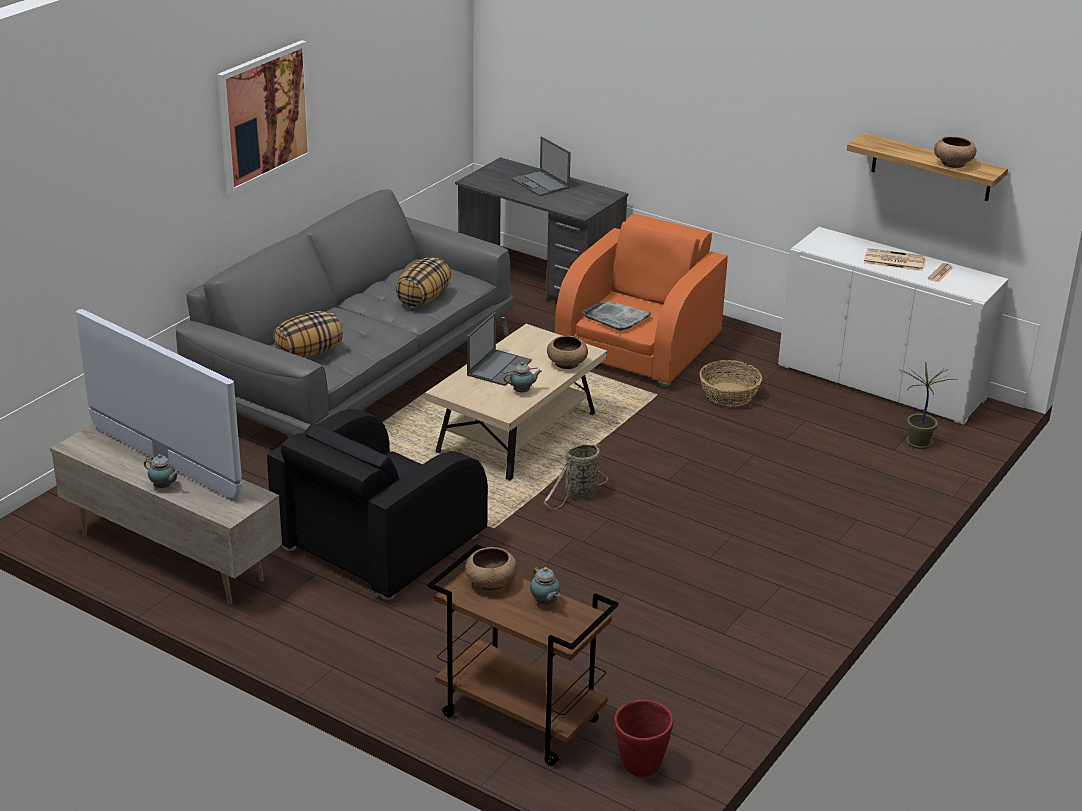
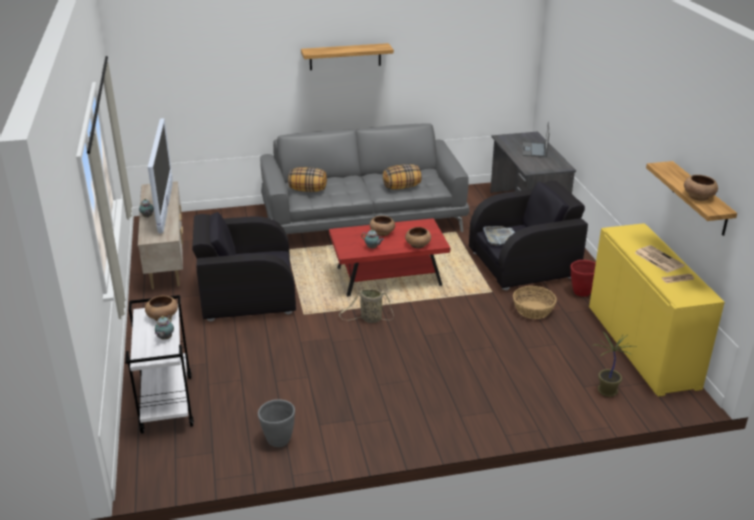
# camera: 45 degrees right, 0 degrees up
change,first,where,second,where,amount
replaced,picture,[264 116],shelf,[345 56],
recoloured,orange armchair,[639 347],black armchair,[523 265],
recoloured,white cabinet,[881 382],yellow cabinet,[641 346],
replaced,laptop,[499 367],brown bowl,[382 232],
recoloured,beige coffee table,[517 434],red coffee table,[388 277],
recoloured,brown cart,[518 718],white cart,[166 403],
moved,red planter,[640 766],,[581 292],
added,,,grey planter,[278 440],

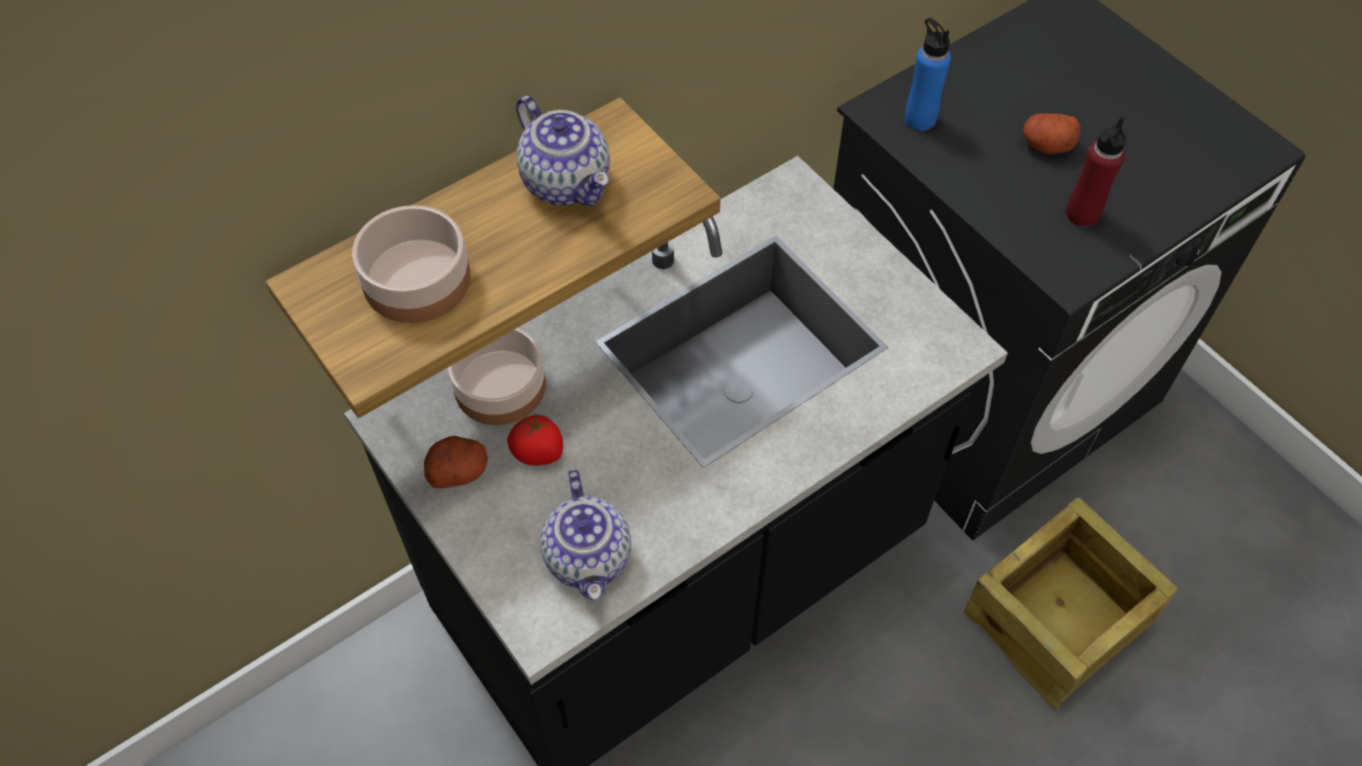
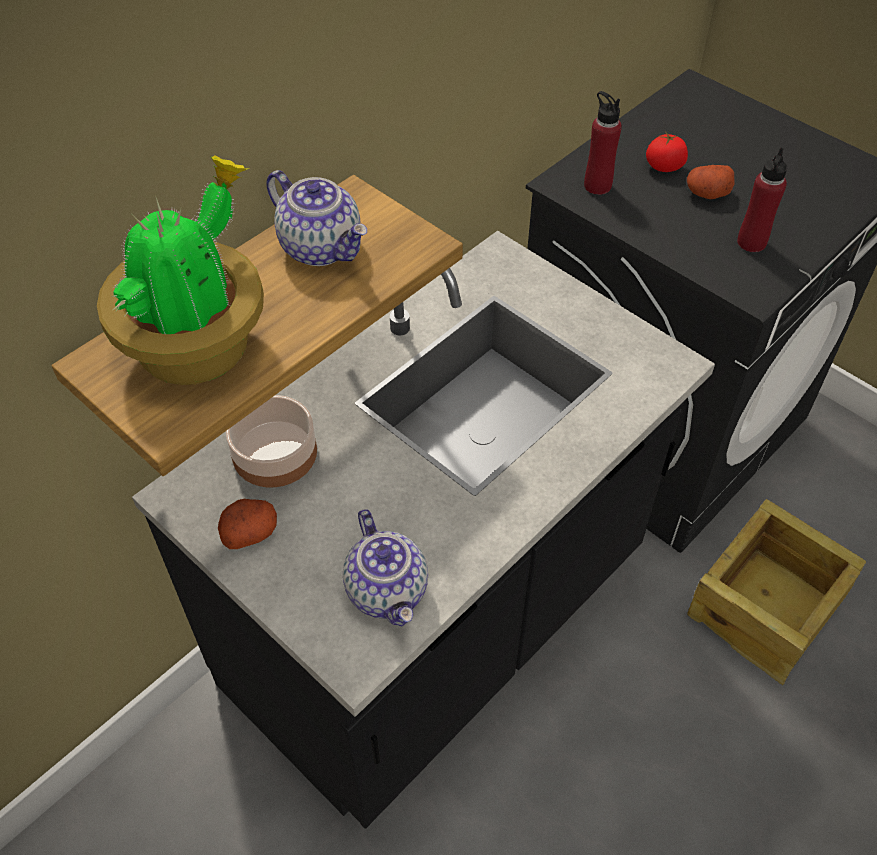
# camera: 10 degrees left, 5 degrees down
change,first,where,second,where,amount
recoloured,blue bottle,[920 119],red bottle,[597 185],
replaced,bowl,[418 278],potted plant,[199 344],
moved,tomato,[539 452],,[664 166],

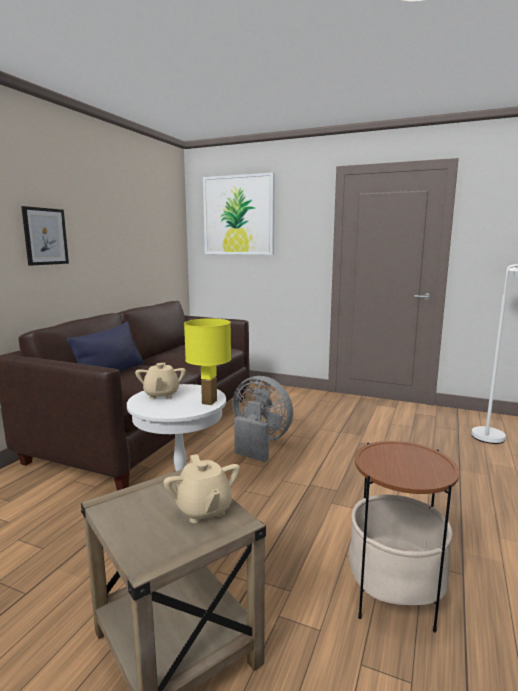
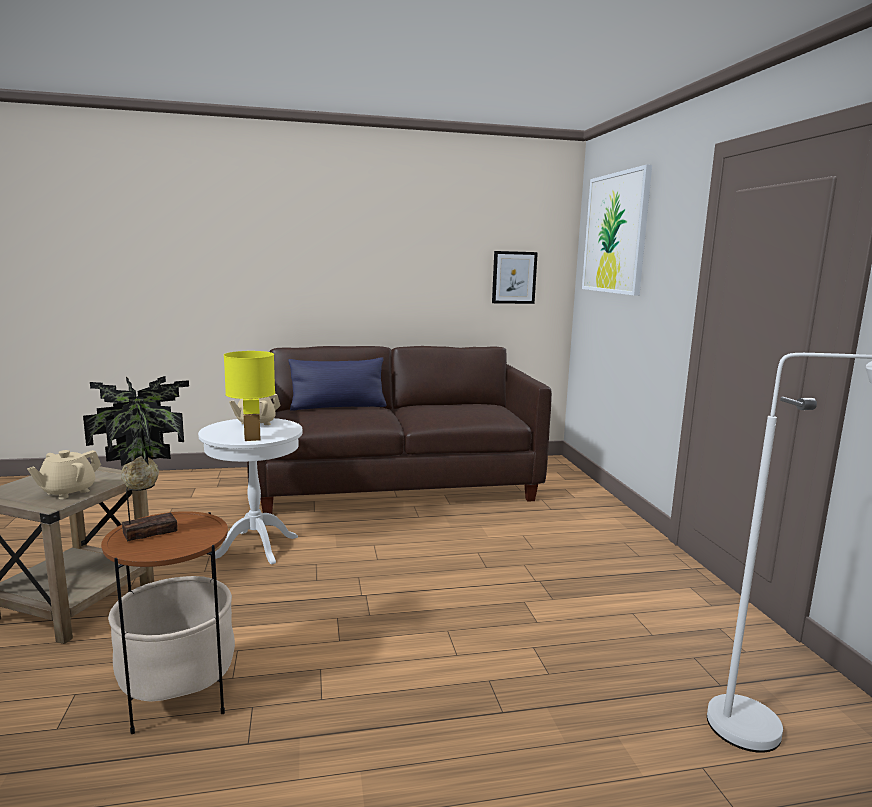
# camera: 55 degrees right, 0 degrees up
change,first,where,second,where,amount
moved,picture,[45 236],,[514 277],
removed,grey fan,[259 443],,,
added,,,potted plant,[148 531],

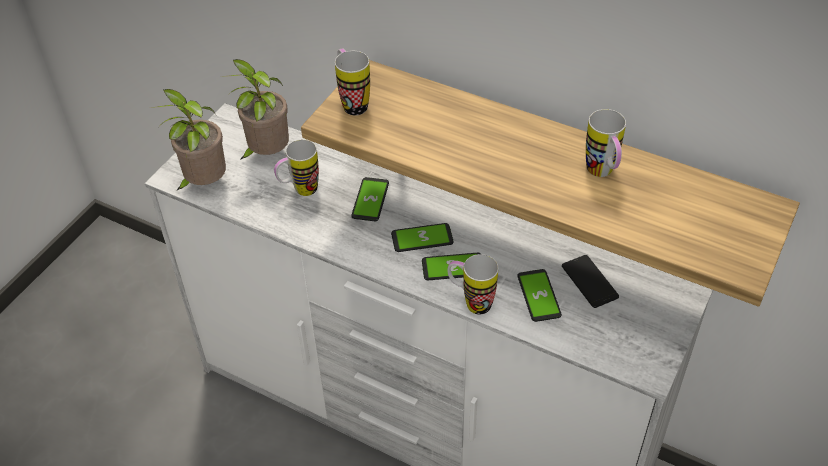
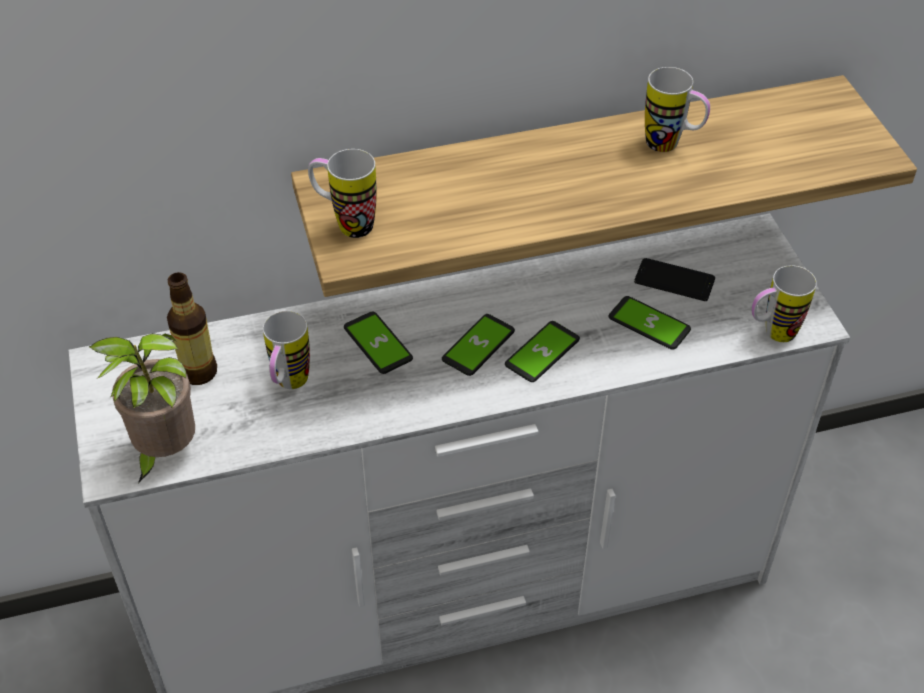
# camera: 45 degrees left, 0 degrees up
change,first,where,second,where,amount
replaced,potted plant,[267 154],bottle,[198 372],
moved,mug,[471 302],,[771 334],

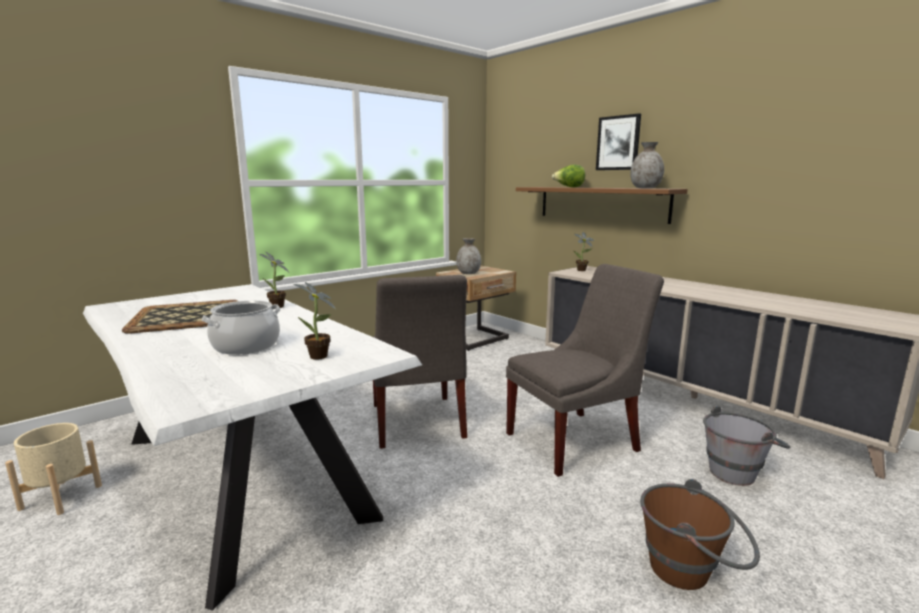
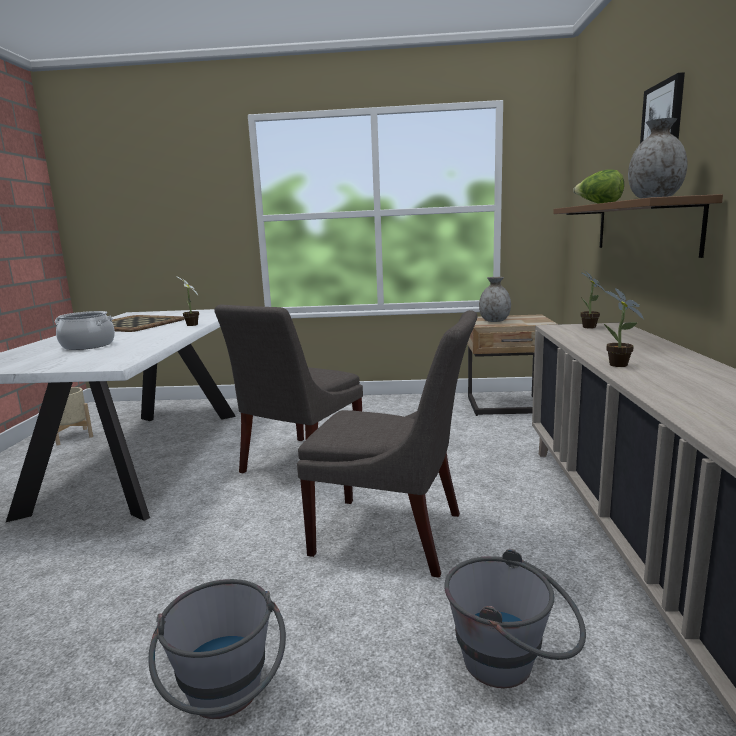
# camera: 45 degrees right, 0 degrees up
change,first,where,second,where,amount
moved,potted plant,[320 357],,[619 365],
recoloured,brown bucket,[692 572],grey bucket,[226 701],

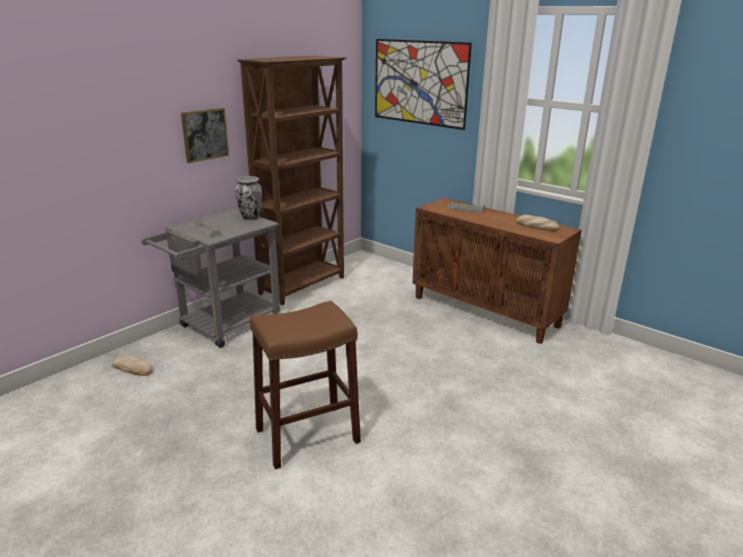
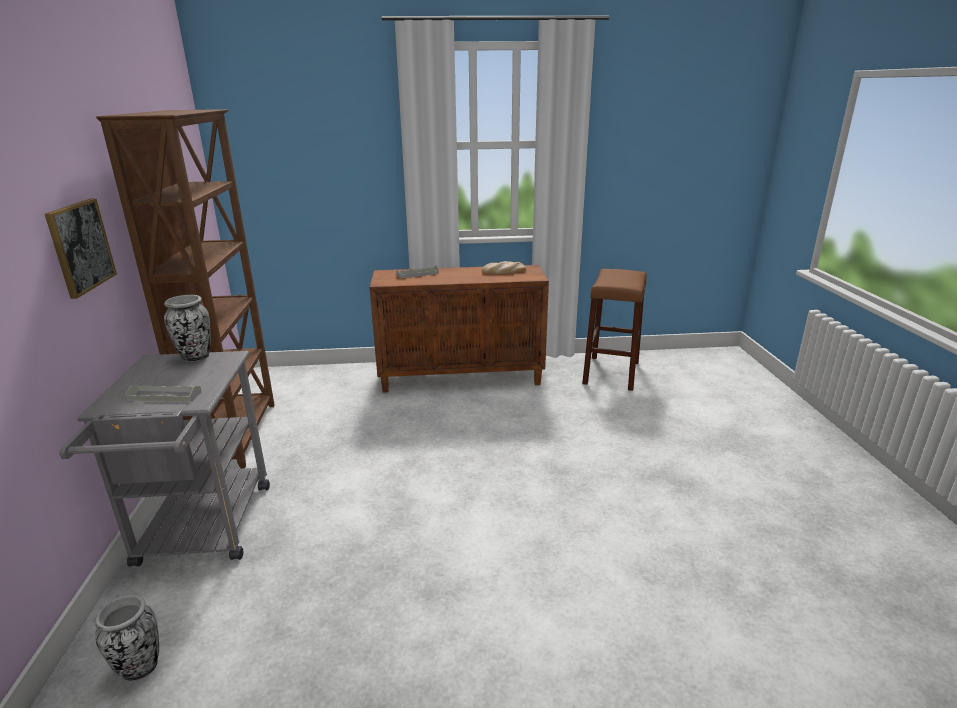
# camera: 45 degrees left, 0 degrees up
change,first,where,second,where,amount
removed,picture,[419 82],,,
moved,brown stool,[307 435],,[611 373],
replaced,bread,[133 368],vase,[140 668],

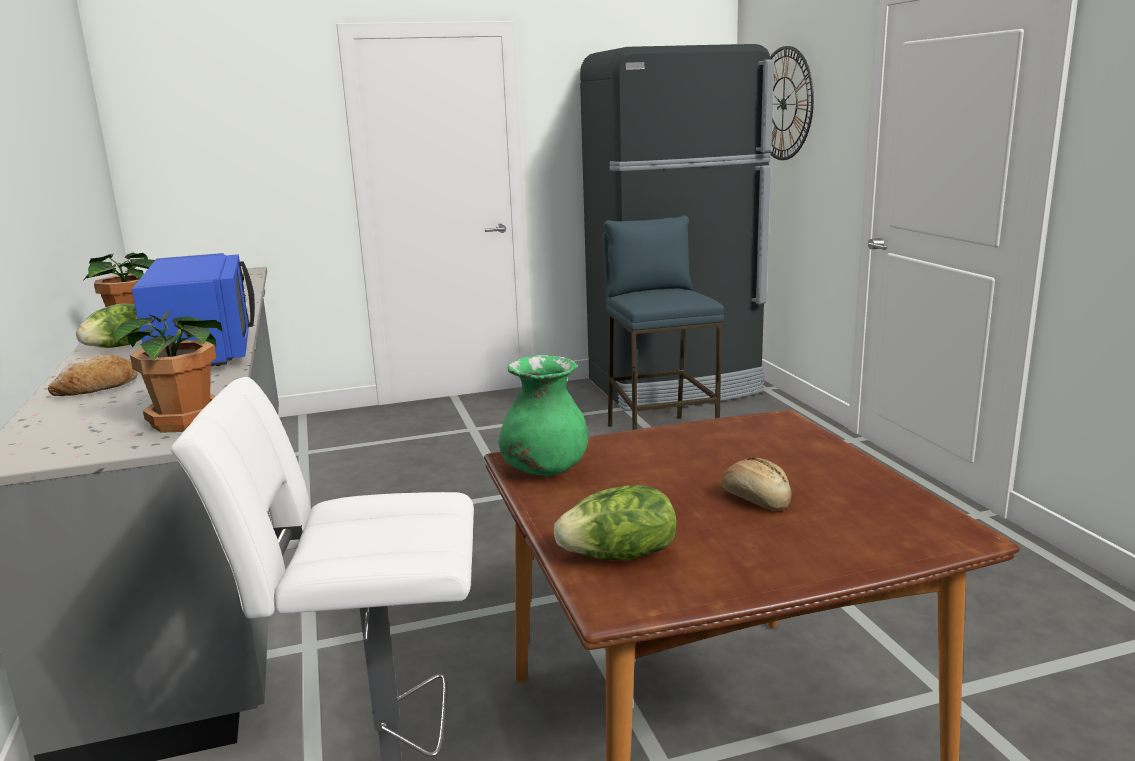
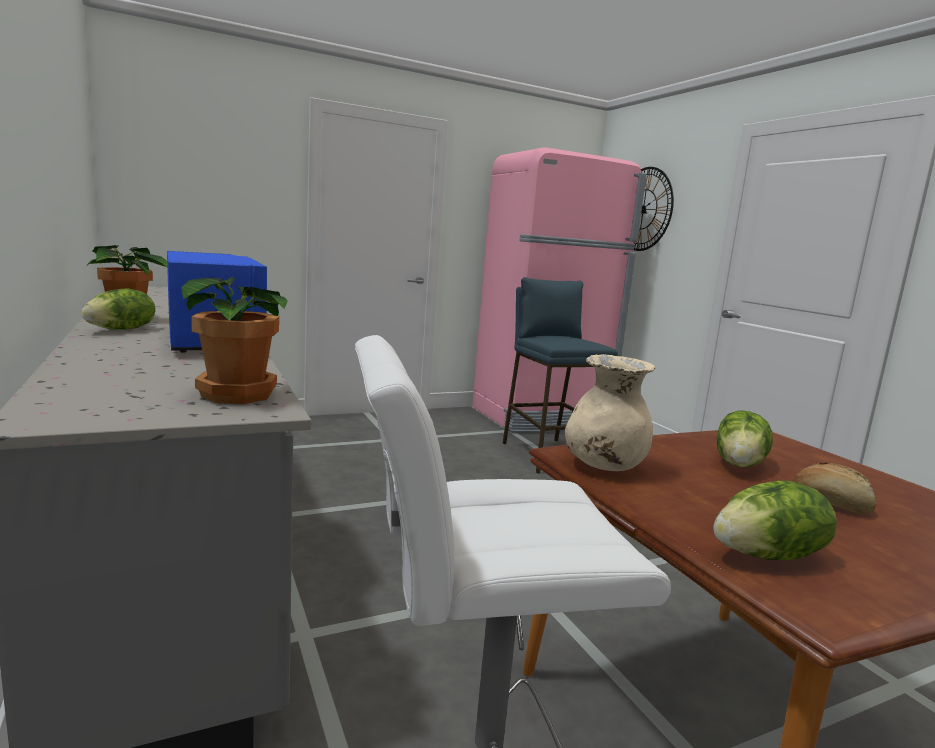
# camera: 10 degrees left, 5 degrees down
change,first,where,second,where,amount
recoloured,black fridge,[675 387],pink fridge,[541 417],
removed,bread,[97 389],,,
recoloured,green vase,[545 470],beige vase,[604 466],
added,,,lettuce,[740 464],

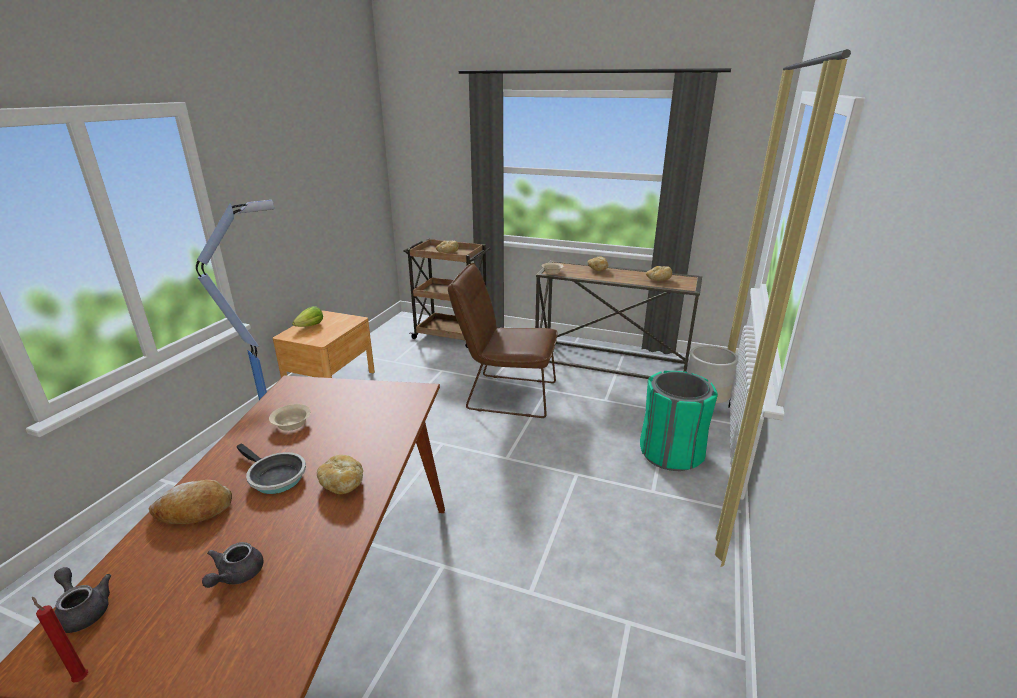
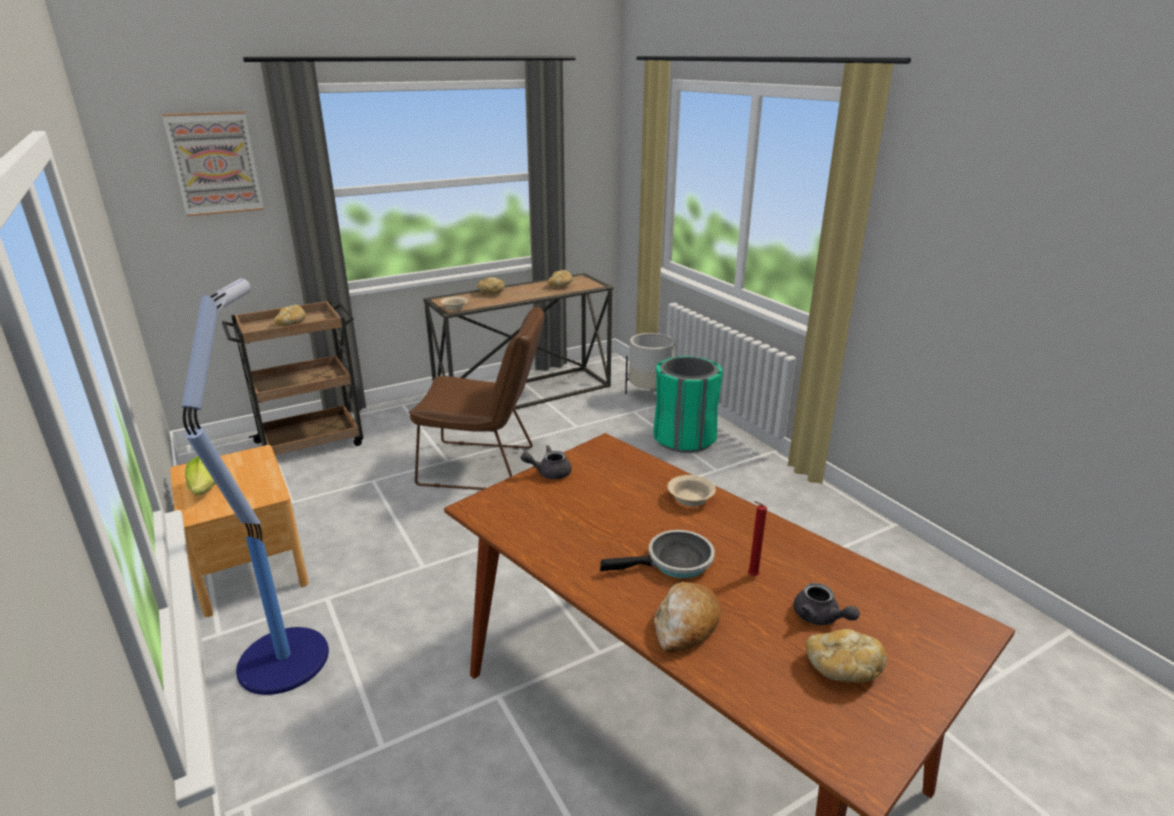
# camera: 50 degrees left, 0 degrees up
change,first,where,second,where,amount
turned,brown chair,[505 395],,[485 467],135 degrees counterclockwise
moved,beige bowl,[292 423],,[689 498],
moved,bread,[342 483],,[841 669],
moved,grey teapot,[83 610],,[549 473],
moved,red candle,[80 678],,[751 576],
added,,,picture,[215 163],

